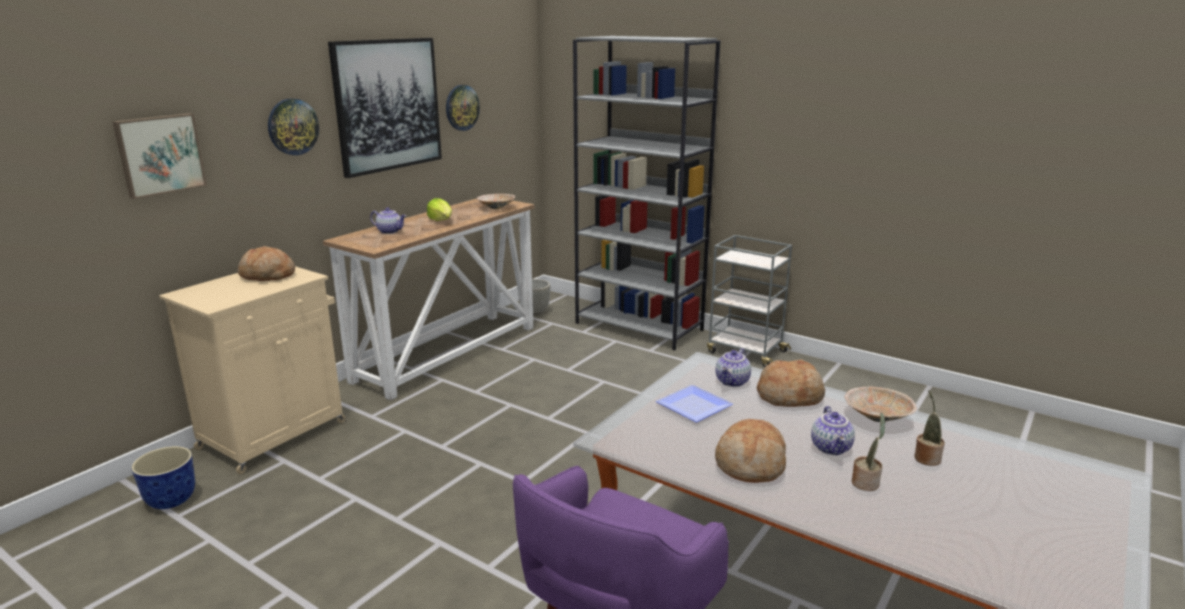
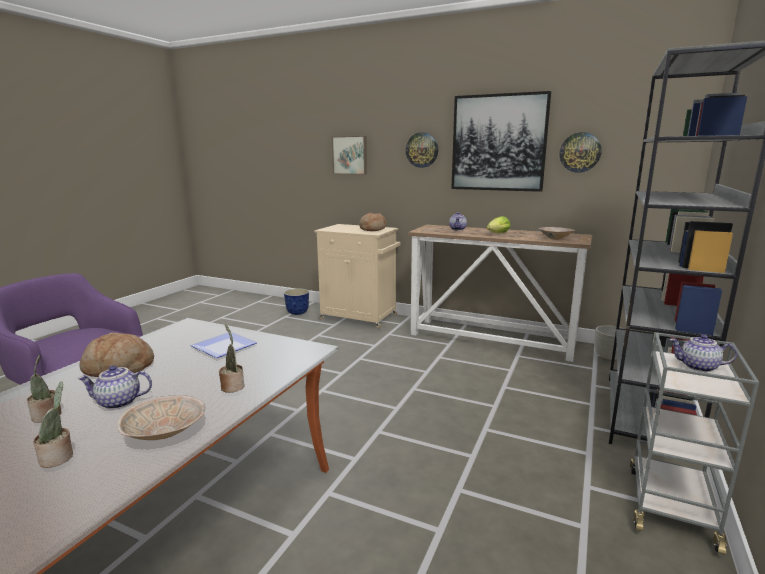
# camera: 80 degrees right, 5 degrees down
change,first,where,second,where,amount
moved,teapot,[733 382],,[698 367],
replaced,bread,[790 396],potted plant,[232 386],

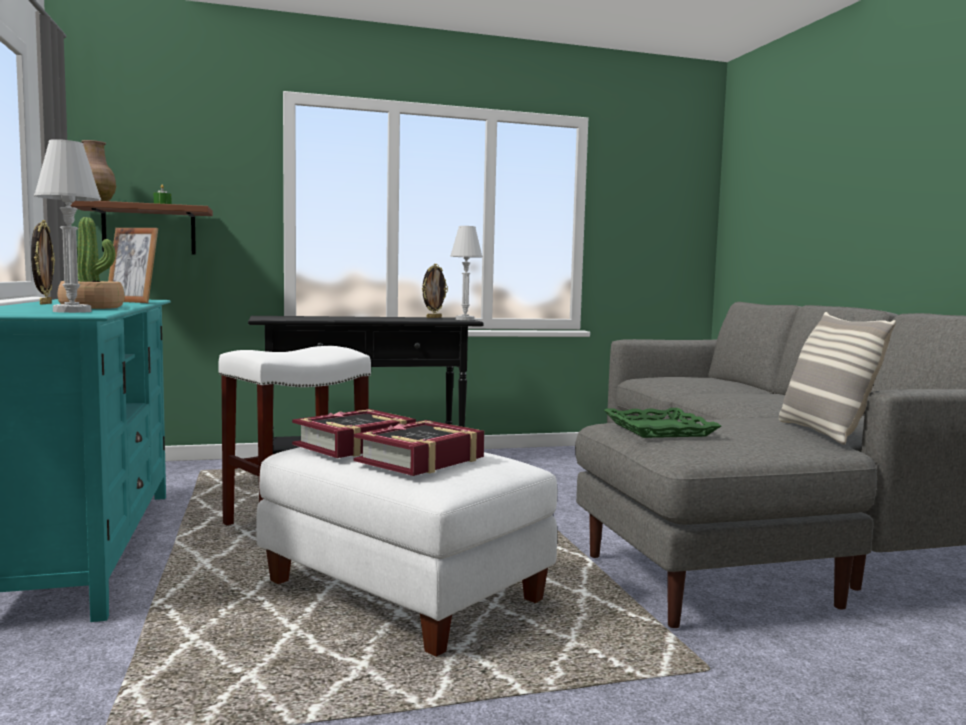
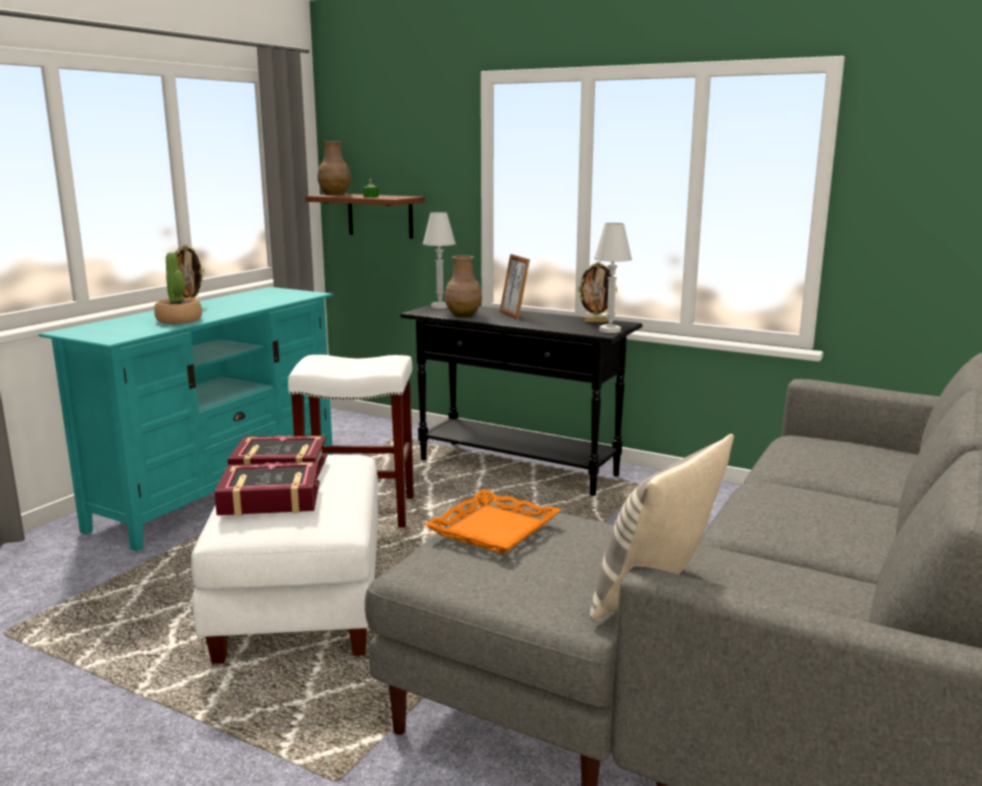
# camera: 45 degrees right, 10 degrees up
change,first,where,second,where,amount
moved,white table lamp,[72 311],,[440 306],
moved,picture frame,[132 302],,[514 315],
recoloured,green tray,[660 429],orange tray,[494 530],
added,,,brown vase,[462 315],

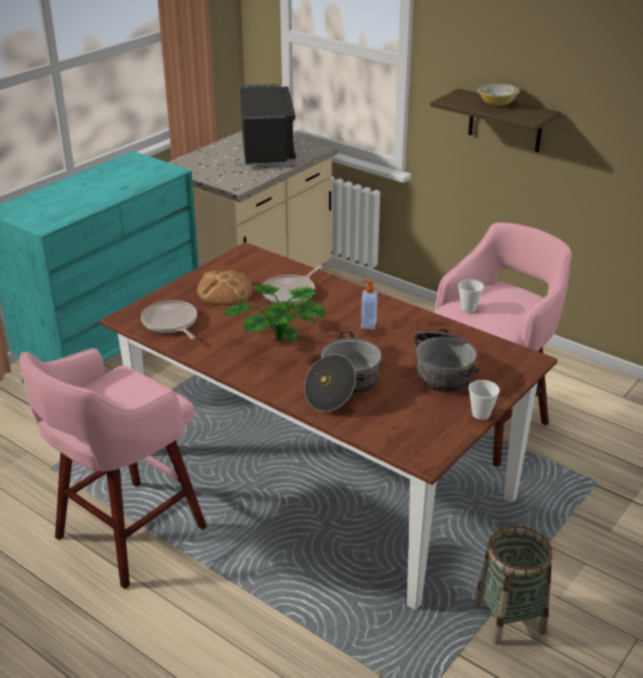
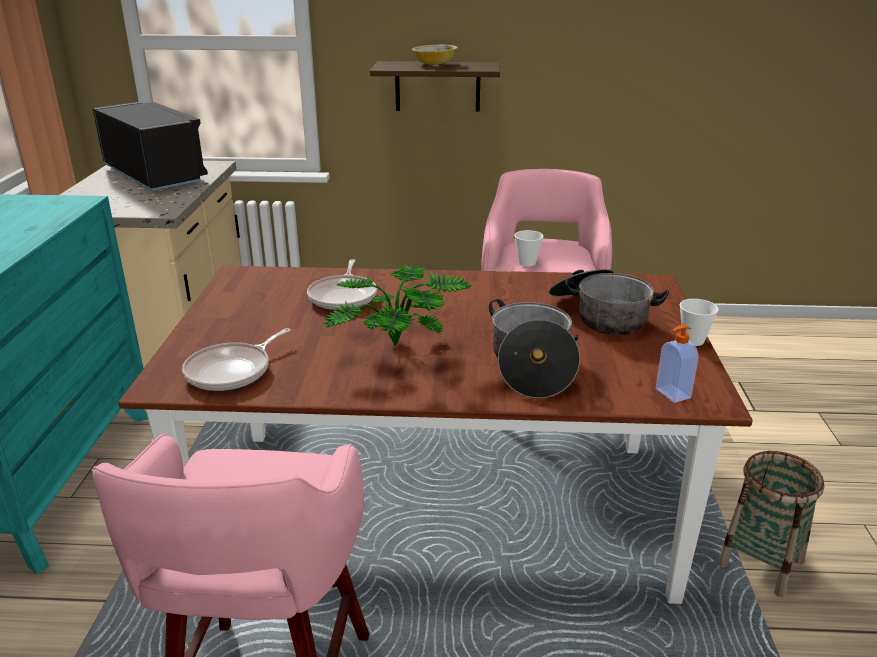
# camera: 35 degrees left, 5 degrees down
change,first,where,second,where,amount
removed,bread,[224 291],,,
moved,soap dispenser,[367 324],,[672 394],
turned,frying pan,[171 323],,[232 371],75 degrees counterclockwise

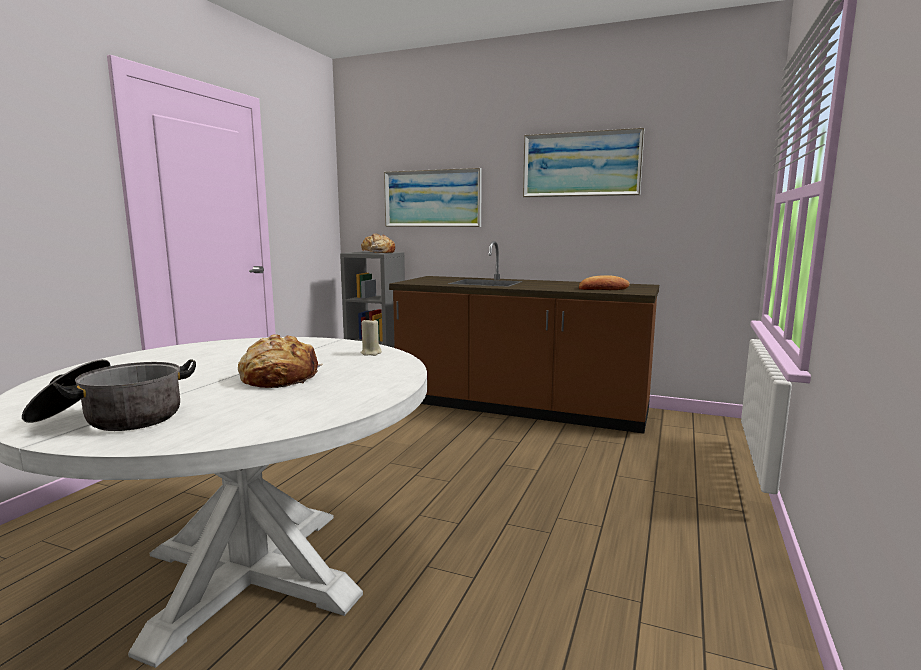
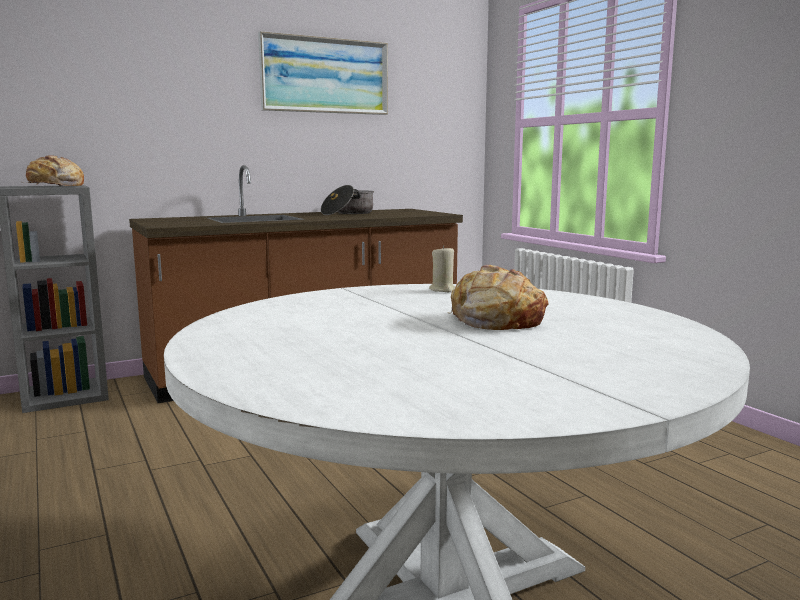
# camera: 50 degrees left, 0 degrees up
change,first,where,second,where,amount
removed,picture,[432 198],,,
removed,bread,[603 289],,,
moved,cooking pot,[113 419],,[348 213],

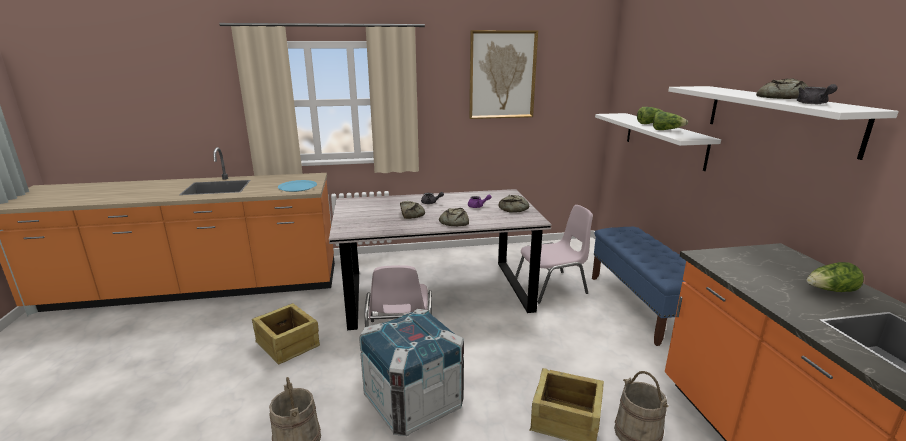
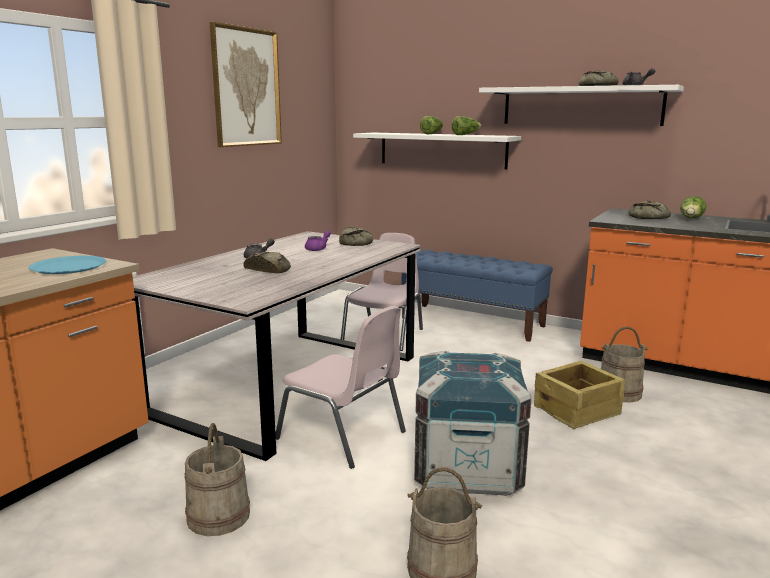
# camera: 50 degrees left, 5 degrees down
change,first,where,second,where,amount
moved,bread,[454 222],,[649 217],
replaced,crate,[287 345],beige bucket,[219 516],

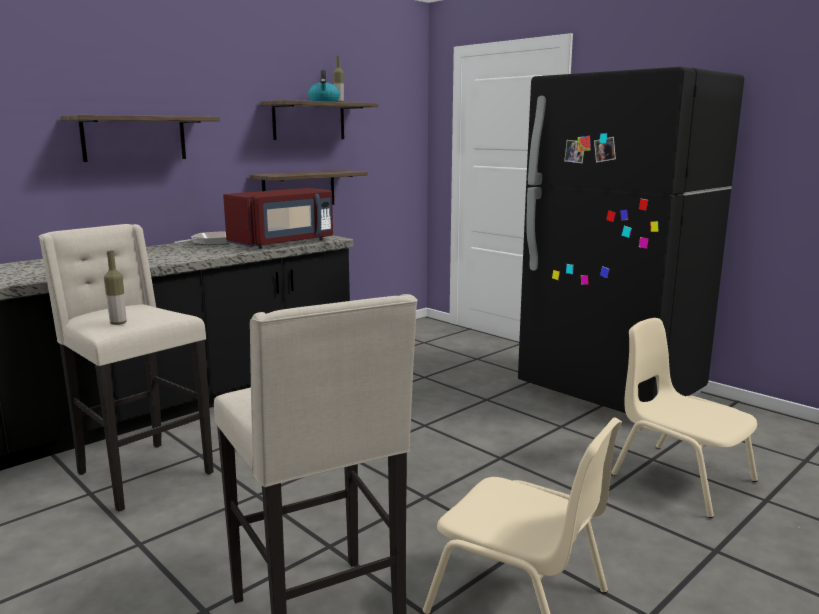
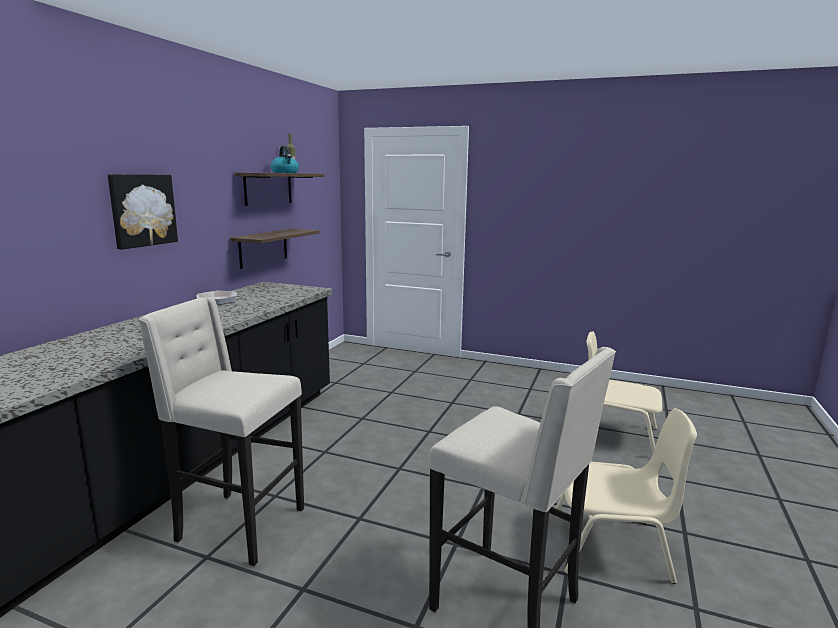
# camera: 25 degrees left, 0 degrees up
change,first,where,second,where,amount
removed,black fridge,[610 390],,,
replaced,shelf,[134 138],picture,[142 210],
removed,red microwave,[284 243],,,
removed,bottle,[118 323],,,

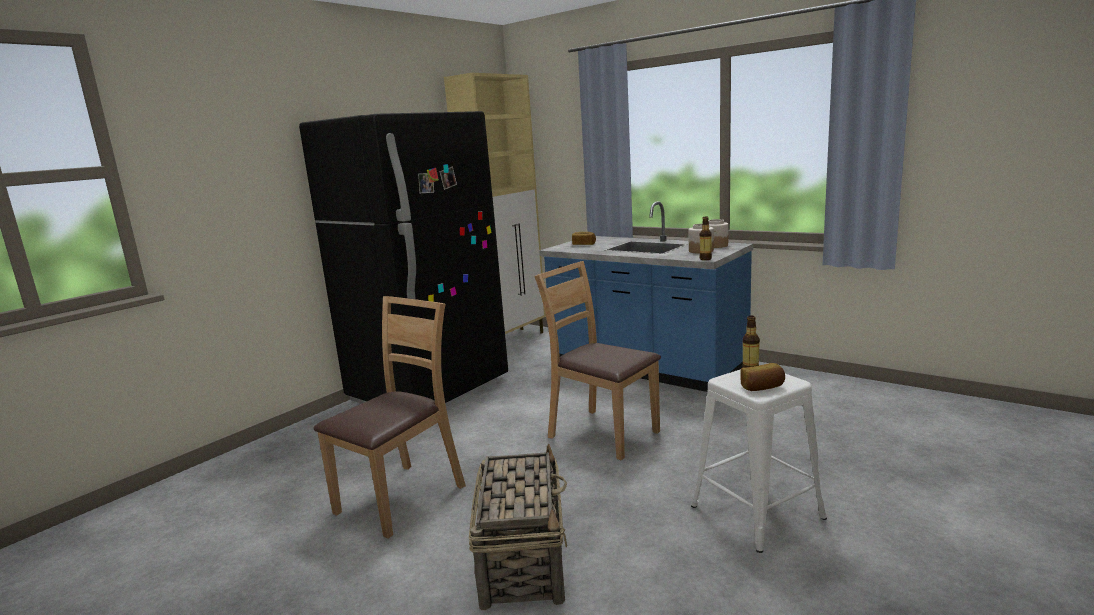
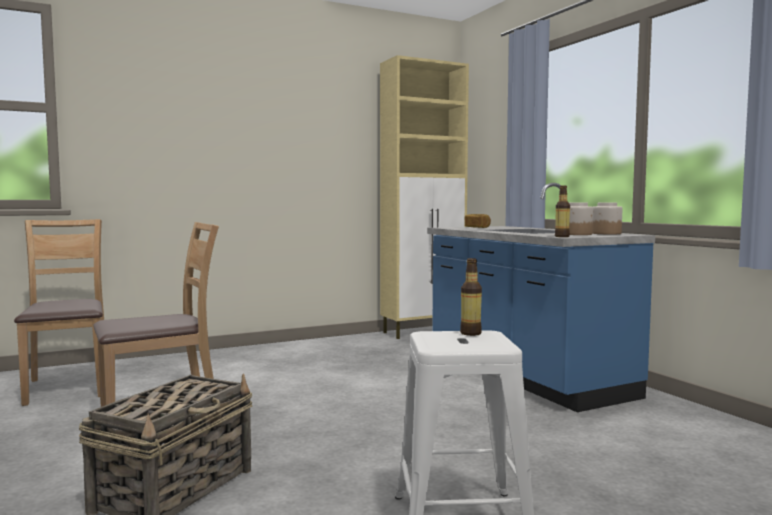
# camera: 25 degrees right, 10 degrees down
change,first,where,second,where,amount
removed,black fridge,[429 389],,,
moved,brown chair,[603 433],,[68 387],
removed,bread,[762 387],,,

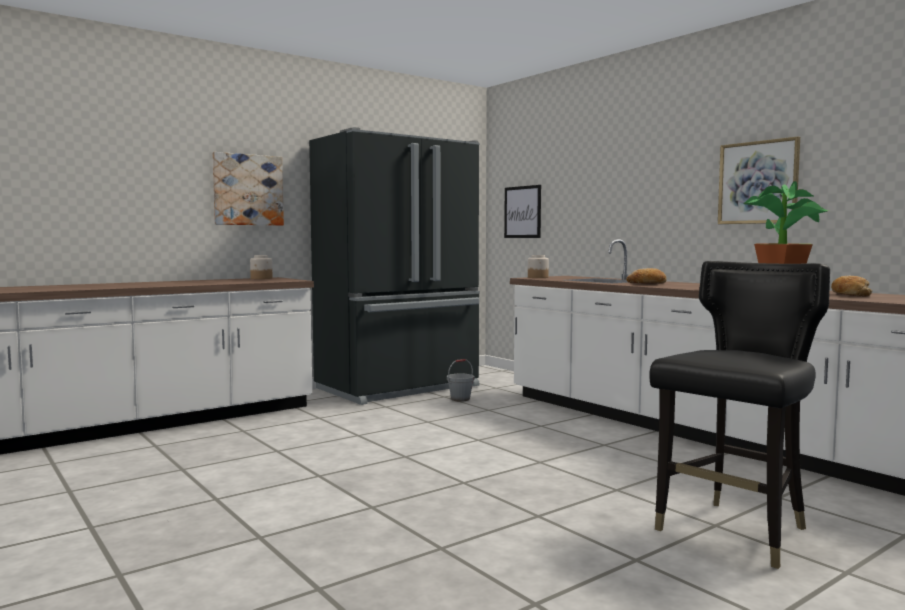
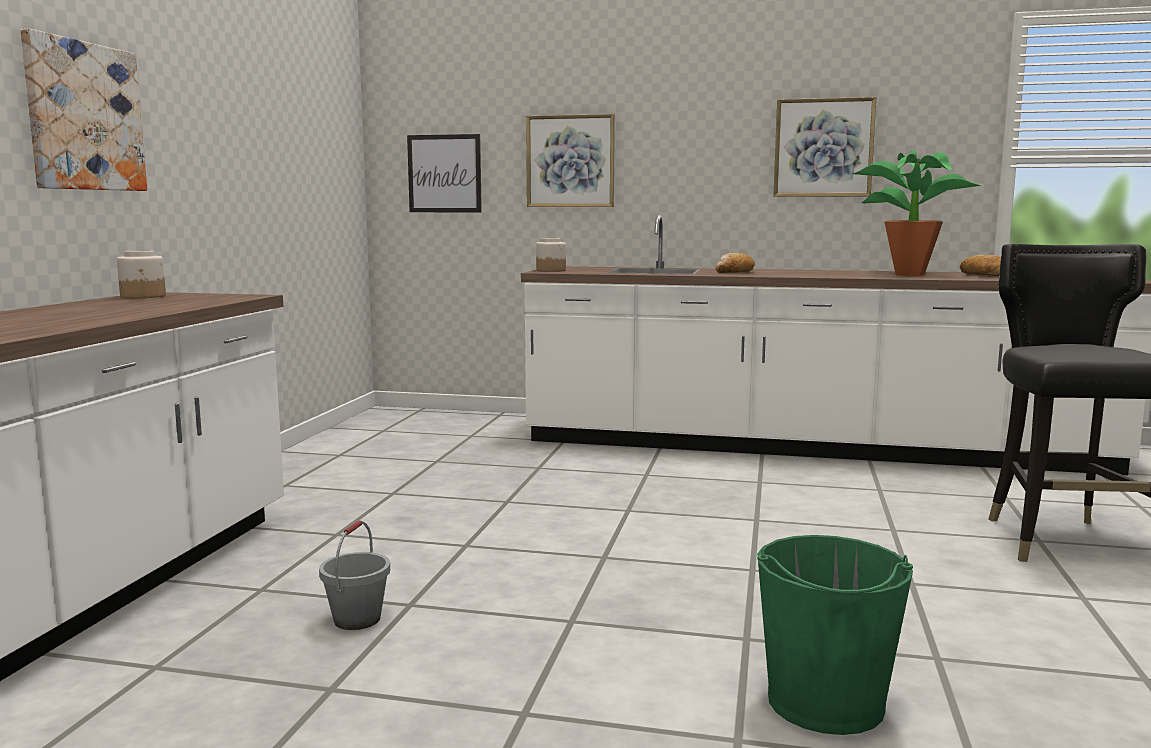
# camera: 40 degrees left, 5 degrees up
change,first,where,second,where,amount
removed,black fridge,[400 388],,,
moved,grey bucket,[460 399],,[357 619],
added,,,picture,[570 161],
added,,,green bucket,[825 703],

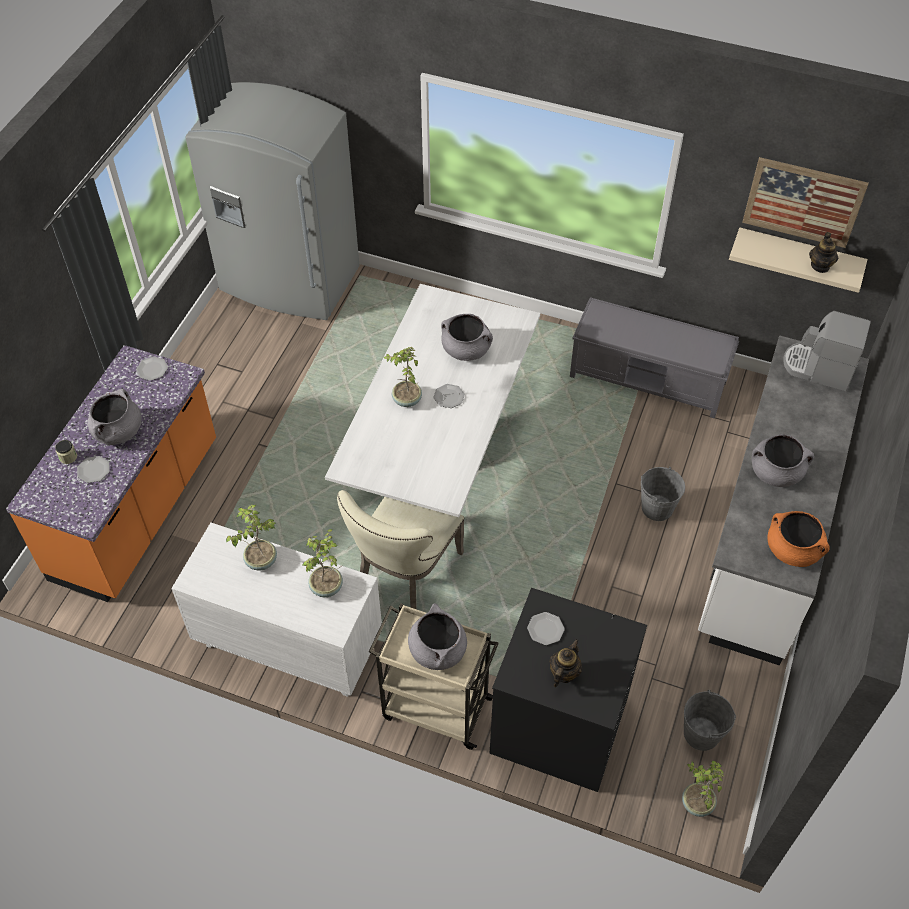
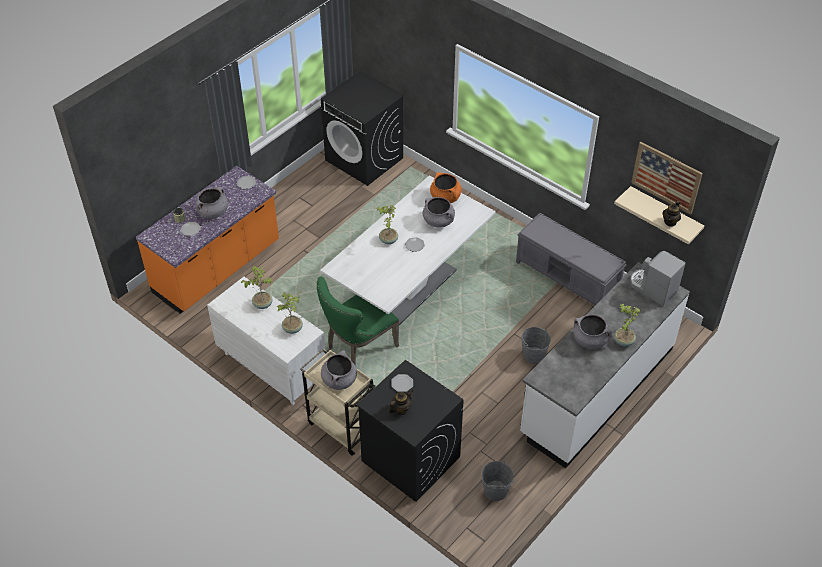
# camera: 20 degrees right, 5 degrees down
change,first,where,second,where,amount
replaced,grey fridge,[289 281],black washing machine,[365 159],
recoloured,beige chair,[405 573],green chair,[358 348],
moved,orange cooking pot,[793 550],,[445 197],
moved,potted plant,[696 804],,[623 341],

